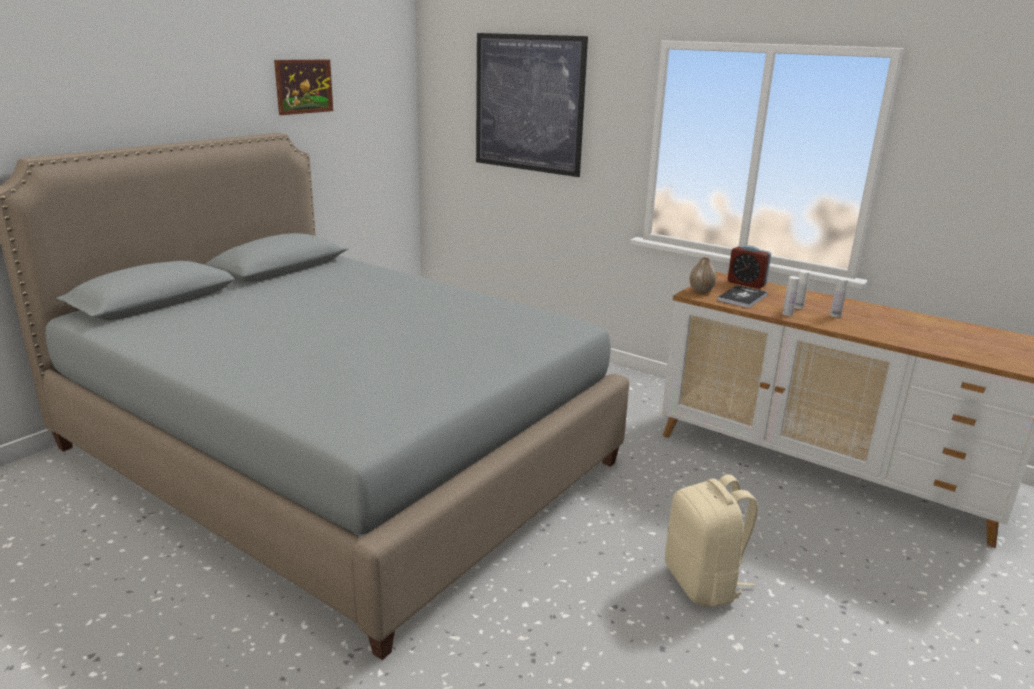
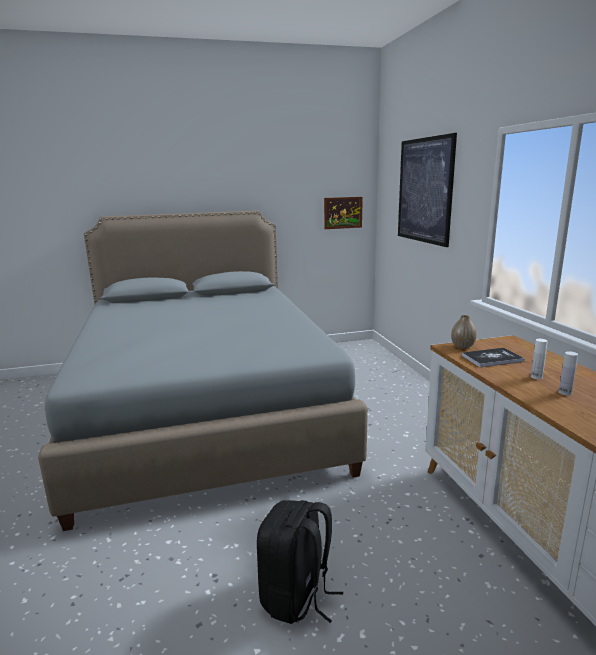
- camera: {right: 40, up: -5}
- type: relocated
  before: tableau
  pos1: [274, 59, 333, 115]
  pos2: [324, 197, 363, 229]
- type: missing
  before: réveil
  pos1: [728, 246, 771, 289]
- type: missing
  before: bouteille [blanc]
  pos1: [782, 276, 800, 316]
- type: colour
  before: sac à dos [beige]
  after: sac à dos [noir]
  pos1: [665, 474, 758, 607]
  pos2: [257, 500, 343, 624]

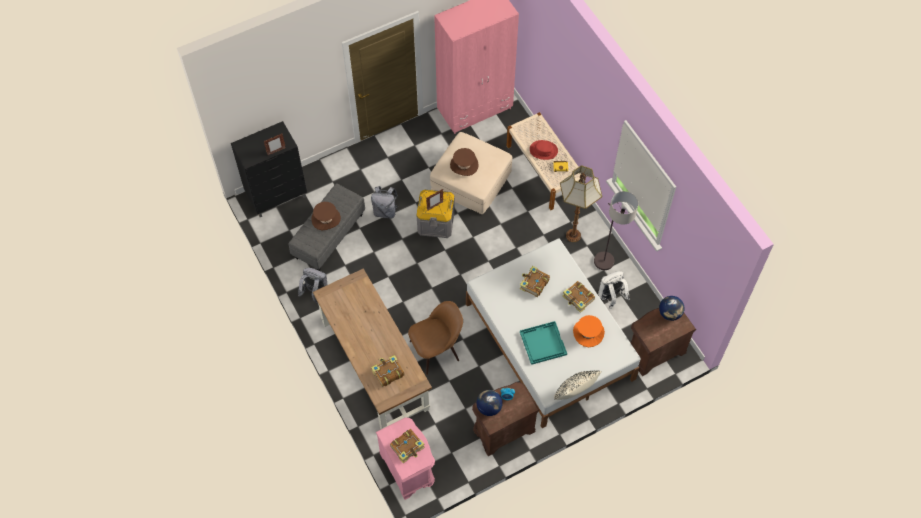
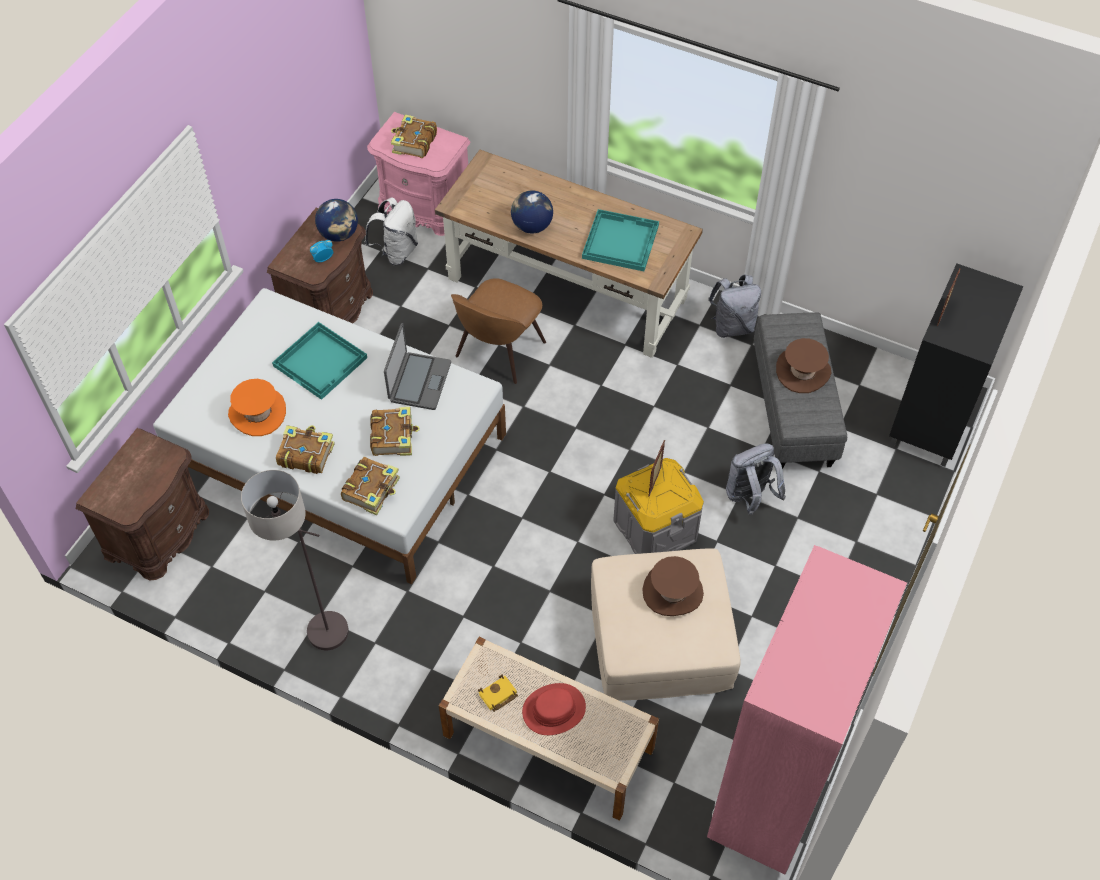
- camera: {right: 145, up: -5}
- type: missing
  before: lampadaire
  pos1: [560, 166, 602, 242]
- type: relocated
  before: sac à dos [blanc]
  pos1: [598, 271, 630, 309]
  pos2: [364, 198, 418, 265]
- type: relocated
  before: globe
  pos1: [659, 296, 684, 321]
  pos2: [511, 190, 553, 234]
- type: relocated
  before: livre
  pos1: [371, 355, 405, 387]
  pos2: [341, 457, 400, 515]
- type: missing
  before: coussin [beige]
  pos1: [554, 371, 602, 400]
- type: appeared
  after: plateau [turquoise]
  pos2: [582, 209, 659, 271]
- type: appeared
  after: ordinateur portable
  pos2: [384, 323, 451, 410]

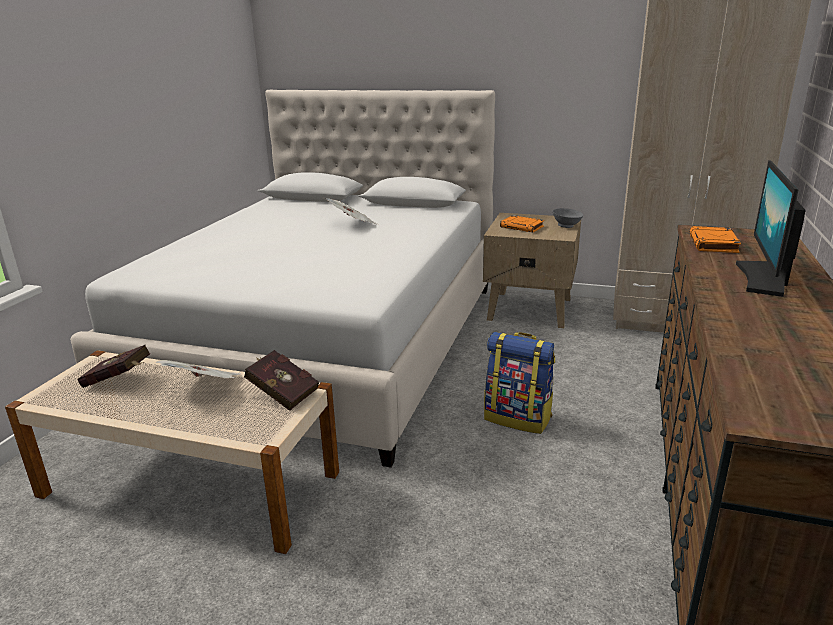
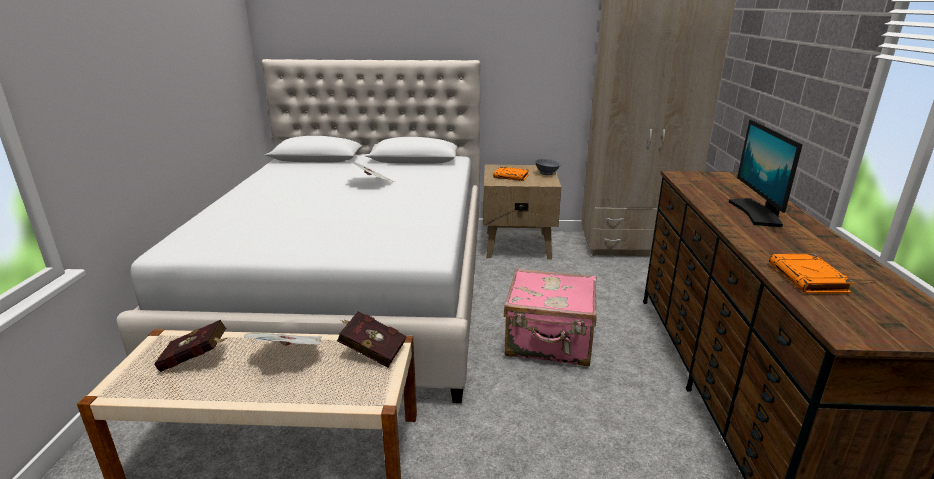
- camera: {right: -15, up: 0}
- type: relocated
  before: livre [orange]
  pos1: [690, 226, 741, 253]
  pos2: [769, 254, 854, 294]
- type: exchanged
  before: sac à dos
  after: valise [rose]
  pos1: [484, 332, 555, 434]
  pos2: [504, 268, 597, 366]

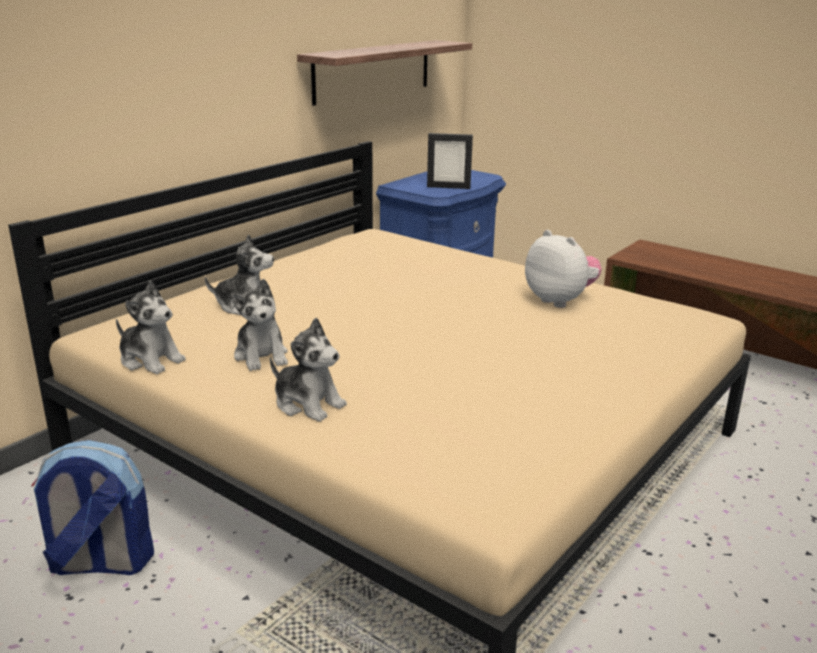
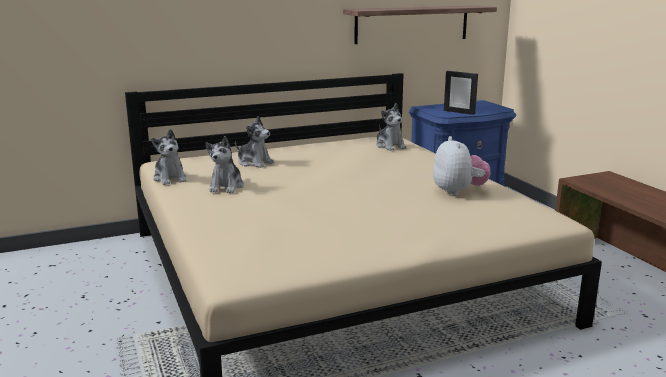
- camera: {right: 30, up: -5}
- type: relocated
  before: peluche
  pos1: [270, 318, 347, 422]
  pos2: [376, 103, 407, 151]
- type: missing
  before: sac à dos
  pos1: [31, 440, 154, 575]

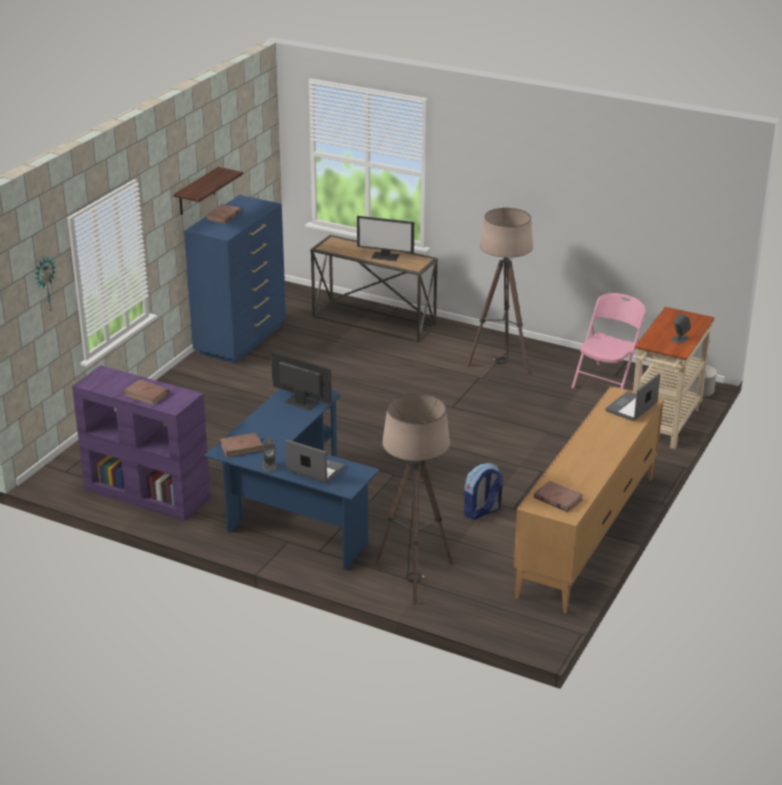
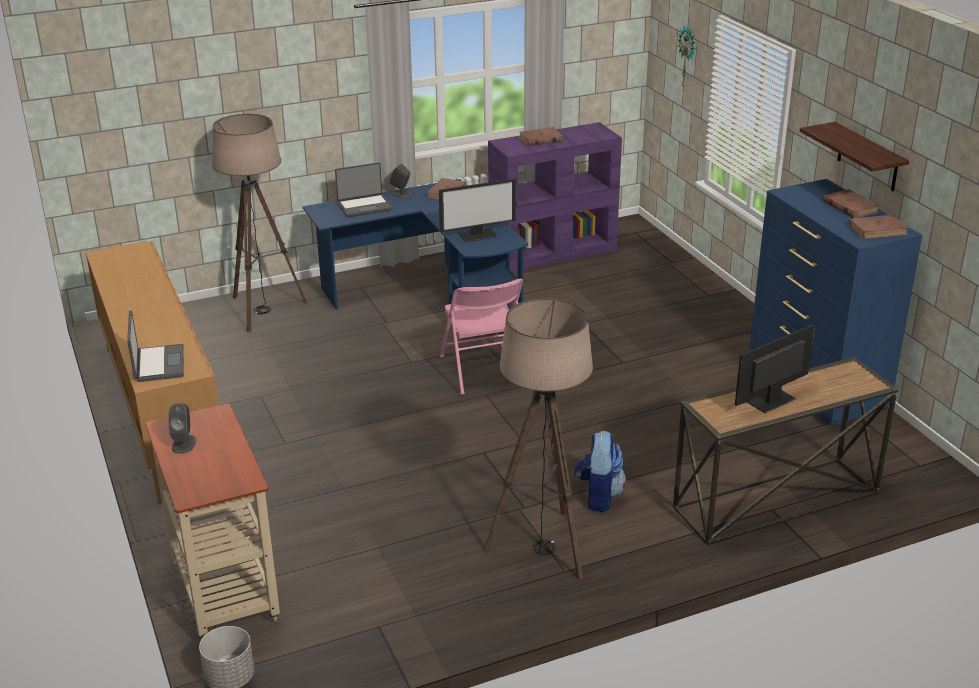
- camera: {right: 130, up: 0}
- type: relocated
  before: chaise [rose]
  pos1: [571, 293, 645, 389]
  pos2: [440, 279, 523, 395]
- type: relocated
  before: sac à dos
  pos1: [464, 463, 503, 520]
  pos2: [574, 431, 626, 512]
- type: relocated
  before: livre [marron]
  pos1: [534, 481, 583, 512]
  pos2: [848, 215, 909, 239]

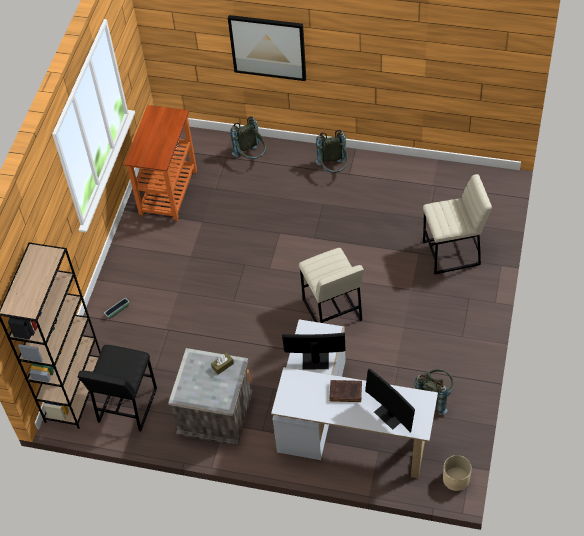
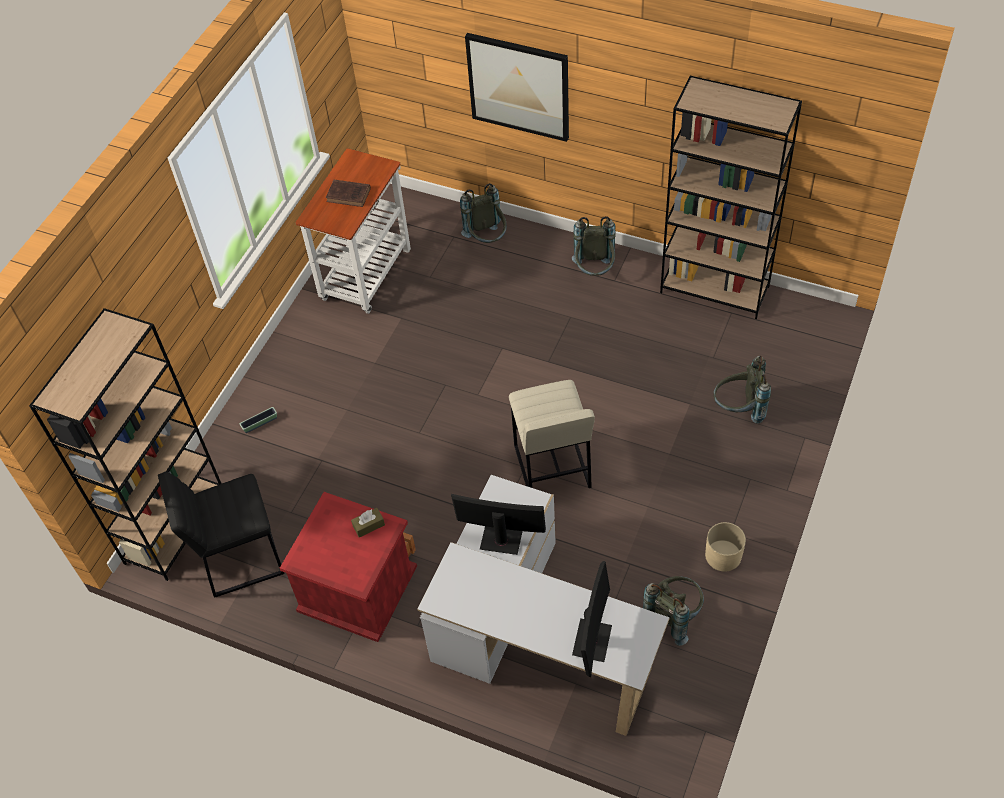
- camera: {right: 10, up: 0}
- type: colour
  before: chariot [orange]
  after: chariot [blanc]
  pos1: [124, 105, 197, 222]
  pos2: [296, 148, 411, 314]
- type: exchanged
  before: chaise [beige]
  after: sac à dos [gris]
  pos1: [423, 174, 492, 274]
  pos2: [713, 356, 771, 423]
- type: spun
  before: chaise [noir]
  pos1: [77, 345, 157, 431]
  pos2: [158, 472, 285, 598]
  turn: 45
- type: colour
  before: table de chevet [gris]
  after: table de chevet [rouge]
  pos1: [168, 348, 253, 446]
  pos2: [280, 492, 417, 642]
- type: spun
  before: écran d'ordinateur
  pos1: [365, 369, 415, 432]
  pos2: [572, 561, 612, 677]
  turn: -135
- type: relocated
  before: livre [marron]
  pos1: [330, 380, 362, 402]
  pos2: [326, 180, 371, 207]
- type: relocated
  before: cache-pot [beige]
  pos1: [443, 455, 472, 491]
  pos2: [705, 522, 746, 571]
- type: appeared
  after: bibliothèque [beige]
  pos2: [660, 76, 802, 319]

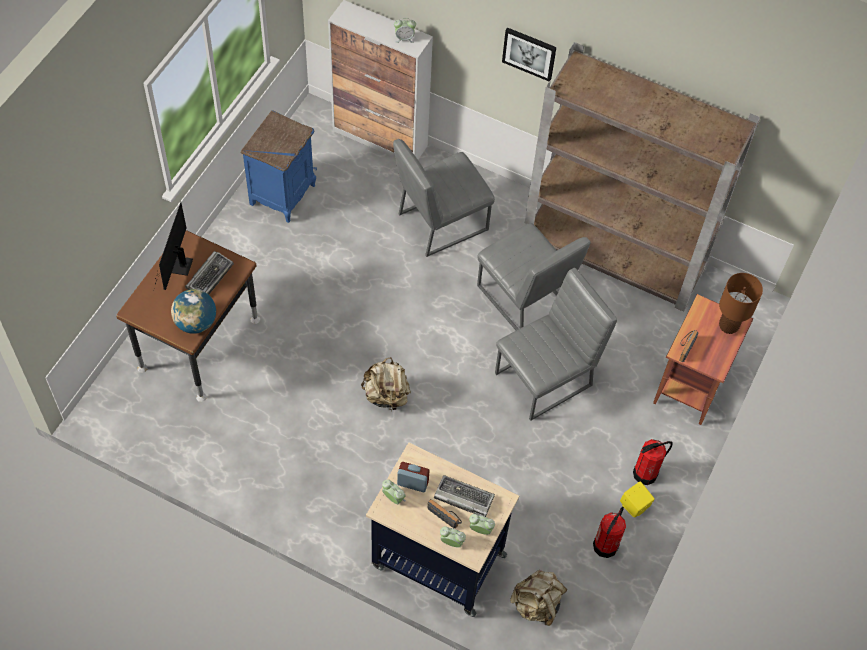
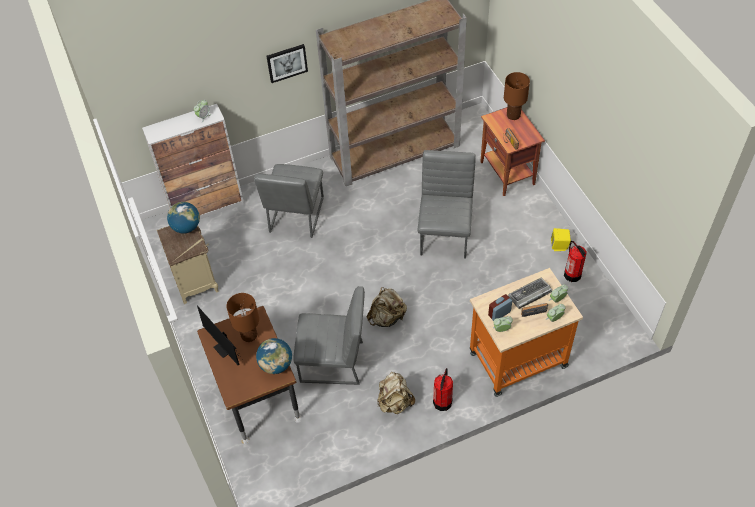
- camera: {right: -45, up: -5}
- type: colour
  before: table de chevet [bleu]
  after: table de chevet [beige]
  pos1: [241, 110, 317, 223]
  pos2: [157, 226, 219, 304]
- type: relocated
  before: chaise [gris]
  pos1: [477, 223, 591, 331]
  pos2: [293, 286, 365, 385]
- type: exchanged
  before: clavier
  after: lampe de table [marron]
  pos1: [185, 251, 234, 295]
  pos2: [226, 293, 259, 342]
- type: relocated
  before: extincteur
  pos1: [633, 439, 672, 485]
  pos2: [433, 368, 453, 411]
- type: colour
  before: chariot [bleu]
  after: chariot [orange]
  pos1: [366, 443, 519, 617]
  pos2: [470, 268, 583, 397]
- type: relocated
  before: sac à dos [beige]
  pos1: [510, 570, 567, 626]
  pos2: [377, 372, 415, 414]
- type: appeared
  after: globe
  pos2: [167, 202, 200, 233]

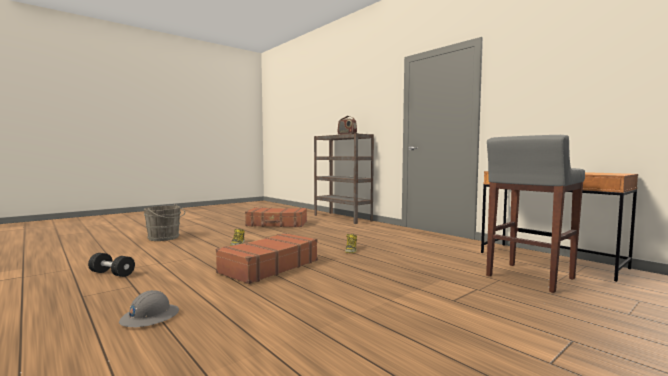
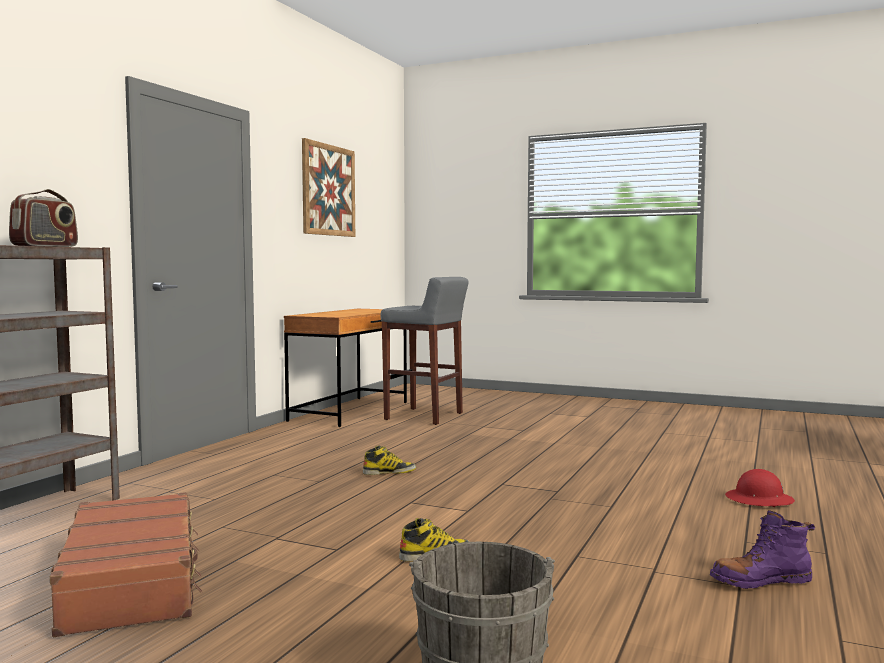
- camera: {right: -115, up: 0}
- type: missing
  before: valise [marron]
  pos1: [216, 233, 318, 284]
- type: exchanged
  before: haltère [noir]
  after: botte [violet]
  pos1: [88, 253, 135, 277]
  pos2: [710, 510, 815, 589]
- type: colour
  before: casque de chantier [gris]
  after: casque de chantier [rouge]
  pos1: [119, 290, 179, 327]
  pos2: [725, 469, 795, 507]
- type: appeared
  after: tableau
  pos2: [302, 138, 355, 237]

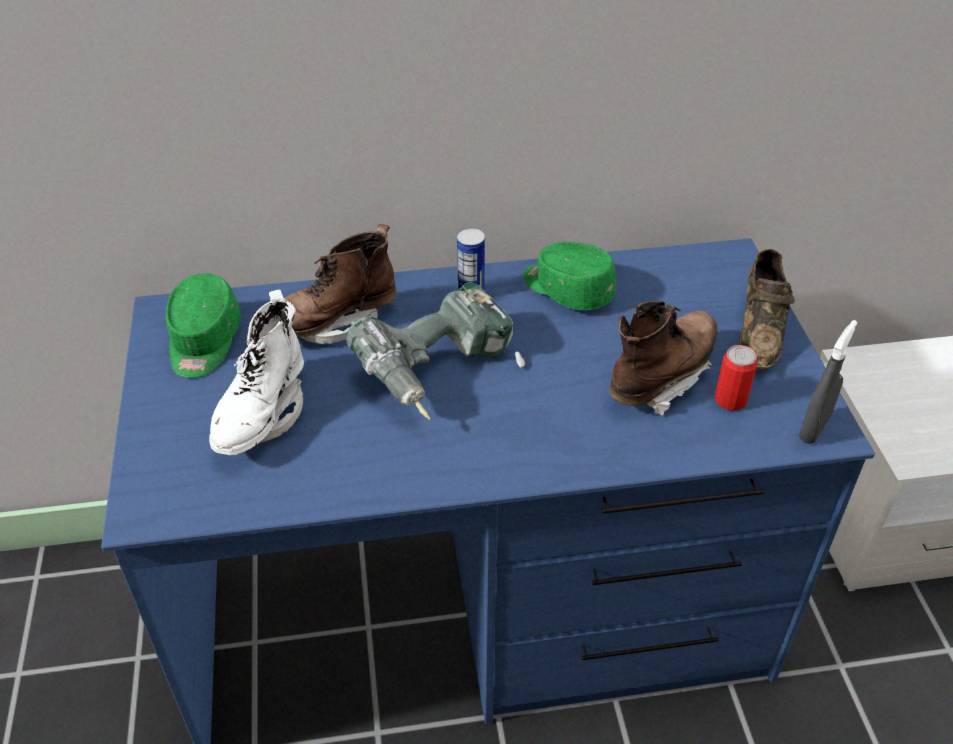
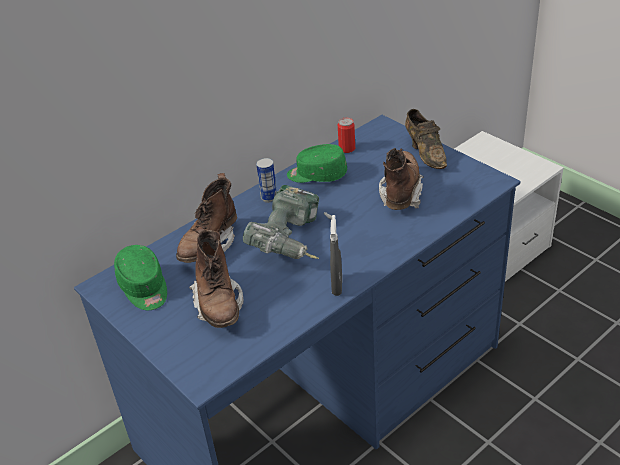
- camera: {right: -30, up: -5}
- type: colour
  before: botte [blanc]
  after: botte [marron]
  pos1: [209, 290, 304, 455]
  pos2: [189, 226, 243, 328]
- type: relocated
  before: vaporisateur [gris]
  pos1: [799, 320, 858, 444]
  pos2: [330, 215, 342, 296]
- type: relocated
  before: boîte métallique
  pos1: [715, 345, 757, 411]
  pos2: [338, 118, 355, 153]

